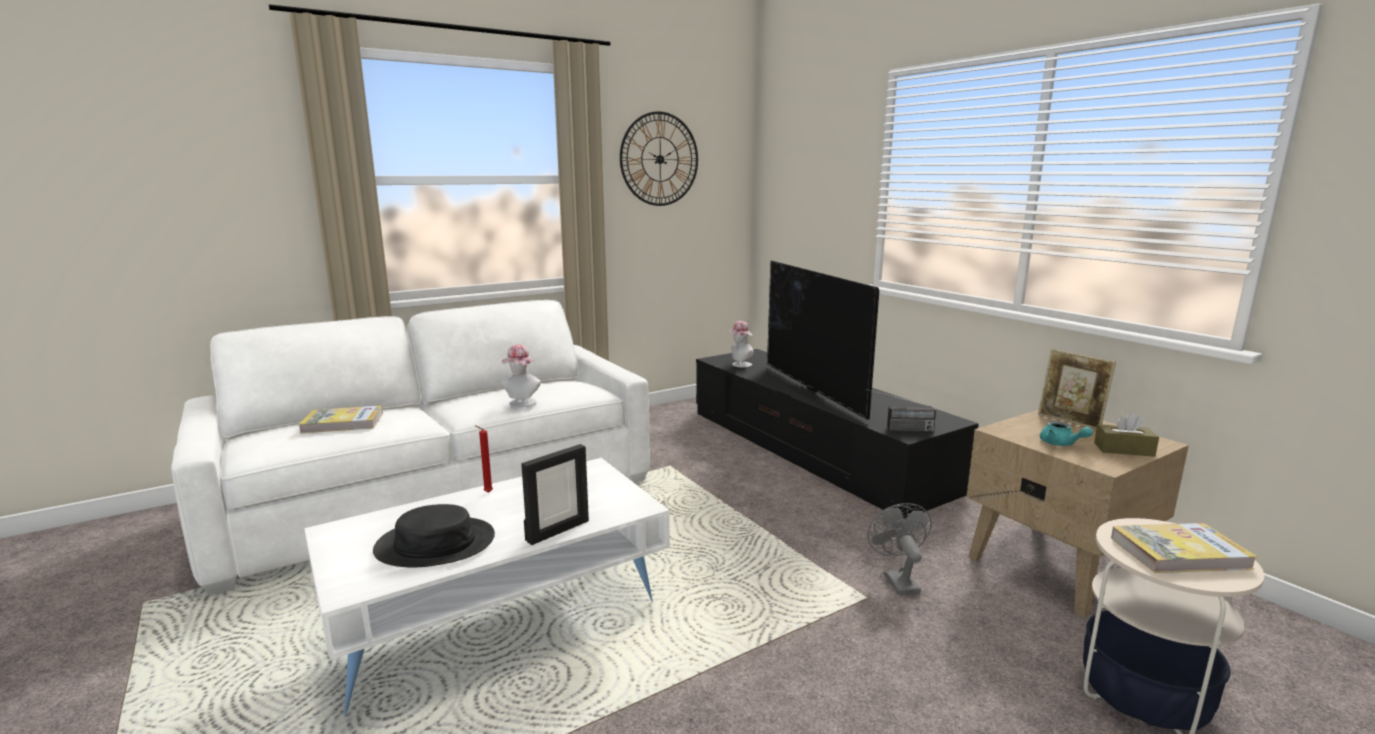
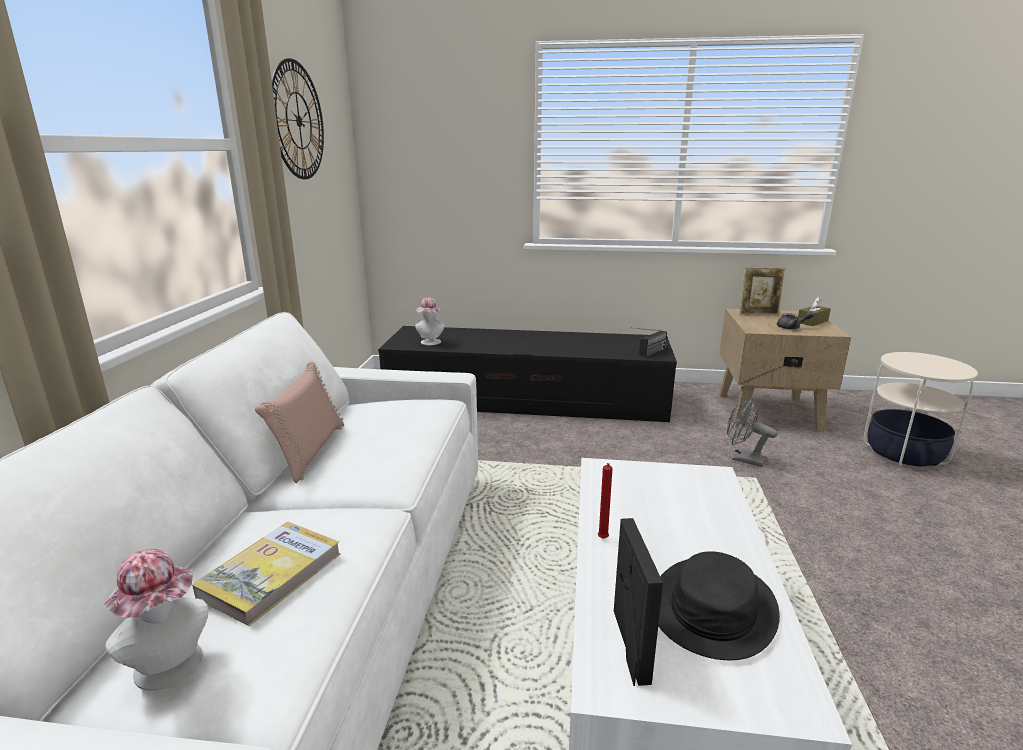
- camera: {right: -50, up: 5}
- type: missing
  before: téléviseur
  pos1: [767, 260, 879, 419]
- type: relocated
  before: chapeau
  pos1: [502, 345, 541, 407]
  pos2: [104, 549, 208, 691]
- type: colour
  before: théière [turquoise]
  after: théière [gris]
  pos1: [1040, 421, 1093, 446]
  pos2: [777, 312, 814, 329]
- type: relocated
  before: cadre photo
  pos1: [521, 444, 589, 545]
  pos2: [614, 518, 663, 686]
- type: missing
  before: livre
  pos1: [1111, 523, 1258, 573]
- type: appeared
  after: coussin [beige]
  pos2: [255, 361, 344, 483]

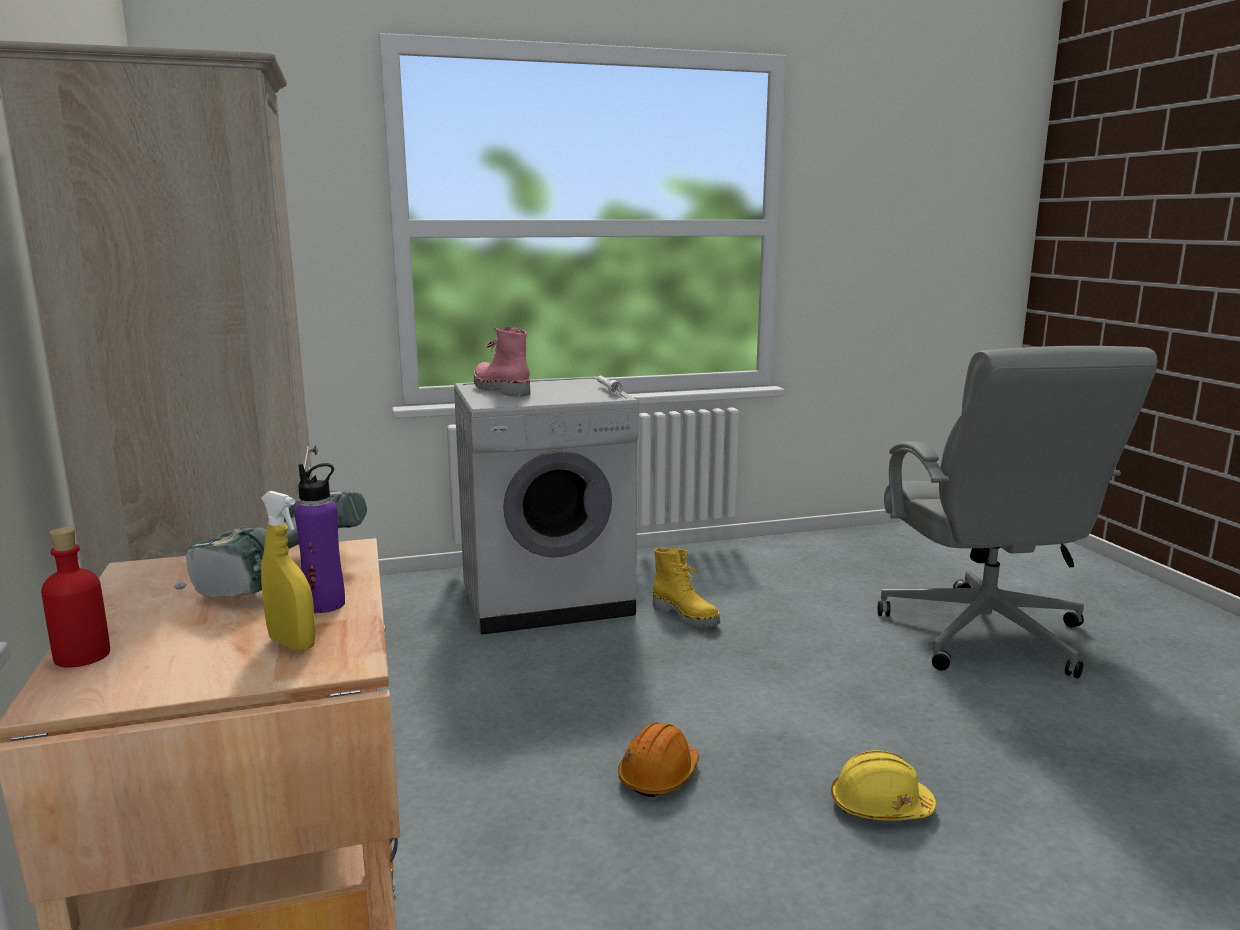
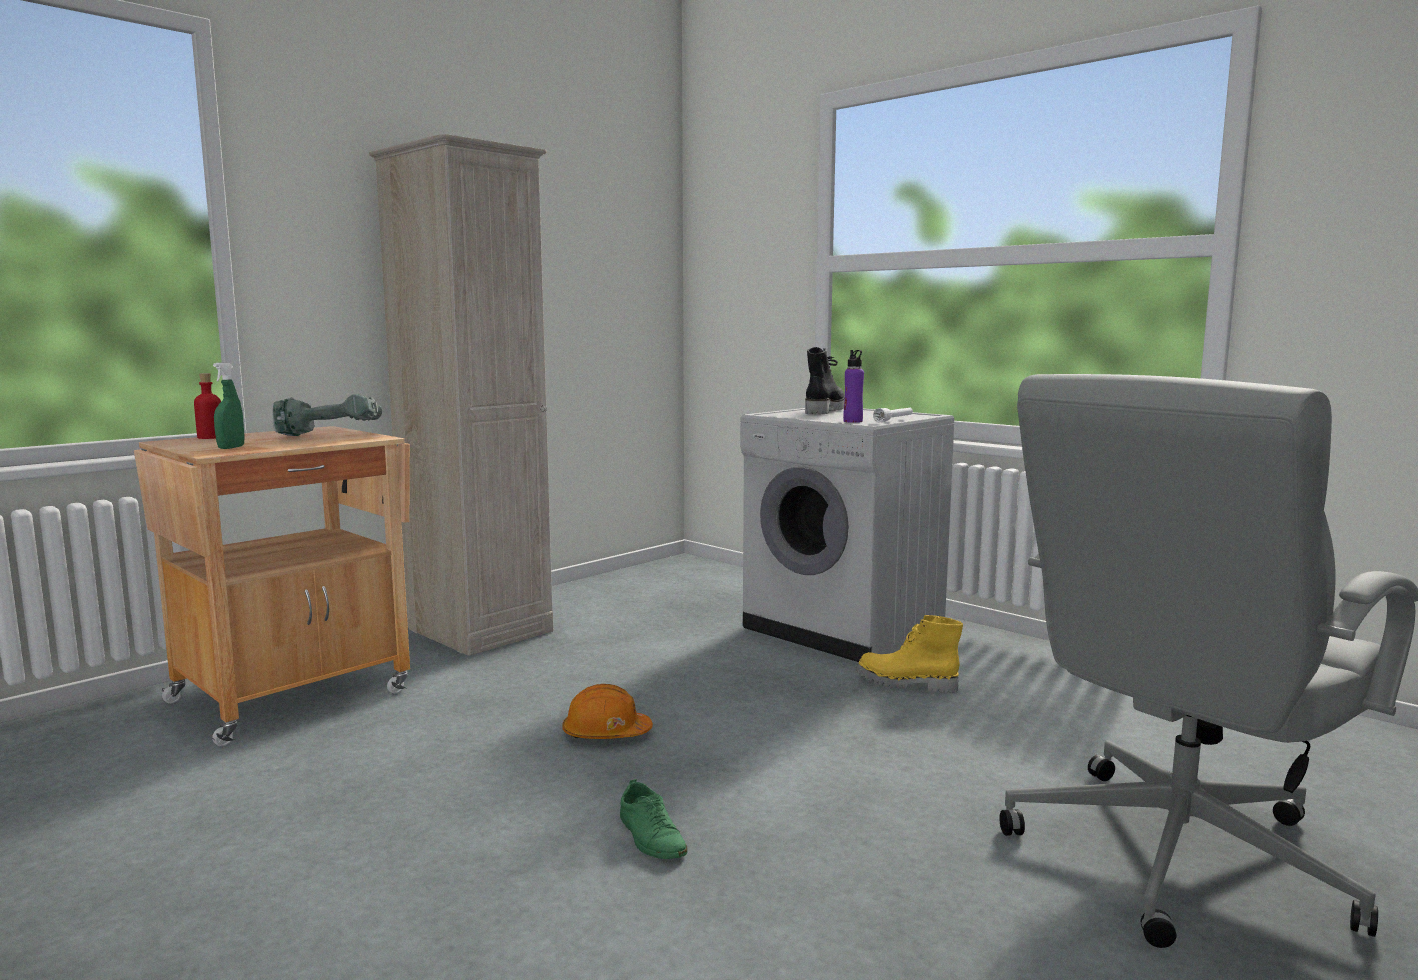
- camera: {right: 60, up: -5}
- type: colour
  before: botte [rose]
  after: botte [noir]
  pos1: [474, 326, 530, 397]
  pos2: [805, 347, 845, 414]
- type: relocated
  before: bouteille [violet]
  pos1: [294, 463, 345, 613]
  pos2: [843, 350, 864, 423]
- type: colour
  before: vaporisateur [jaune]
  after: vaporisateur [vert]
  pos1: [261, 491, 315, 651]
  pos2: [213, 362, 245, 449]
- type: spun
  before: botte [jaune]
  pos1: [653, 548, 720, 628]
  pos2: [856, 615, 963, 693]
  turn: 90
- type: exchanged
  before: casque de chantier [jaune]
  after: chaussure [vert]
  pos1: [831, 750, 937, 821]
  pos2: [620, 779, 687, 859]

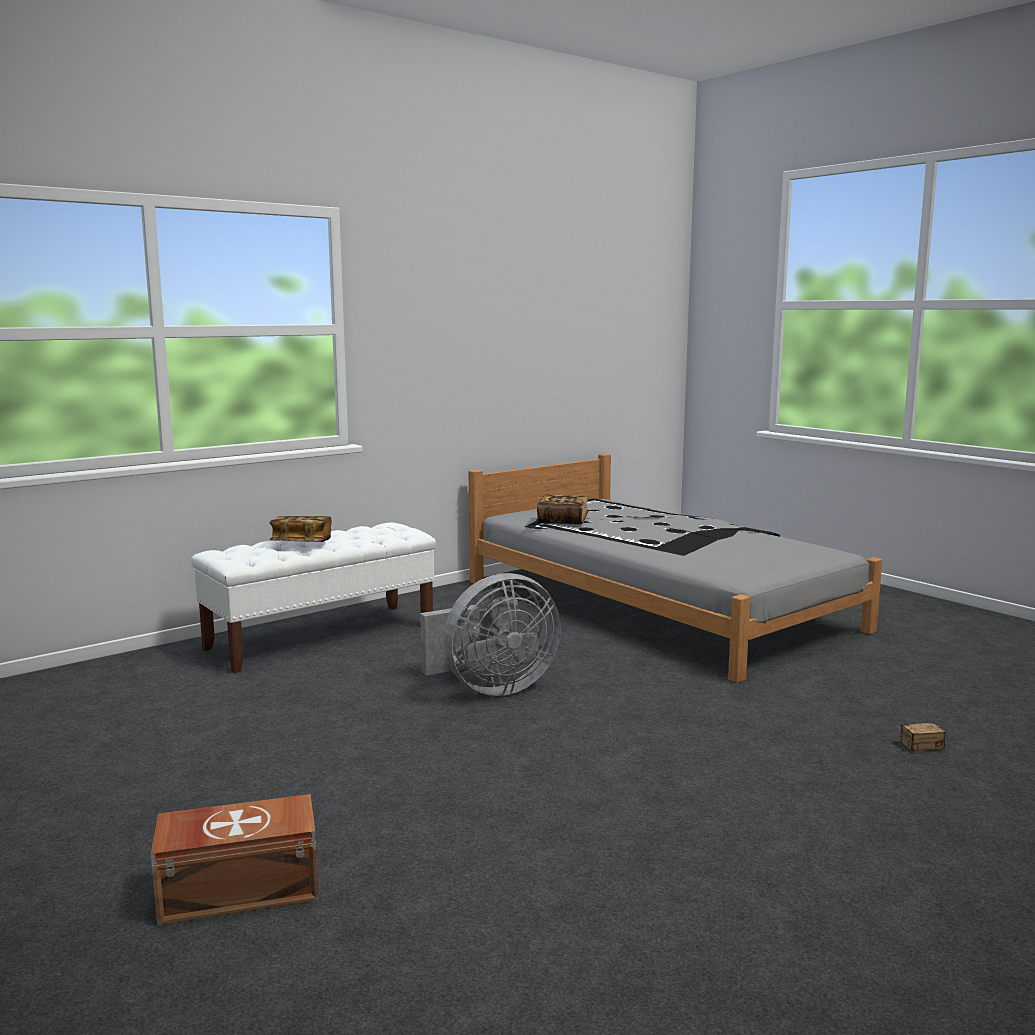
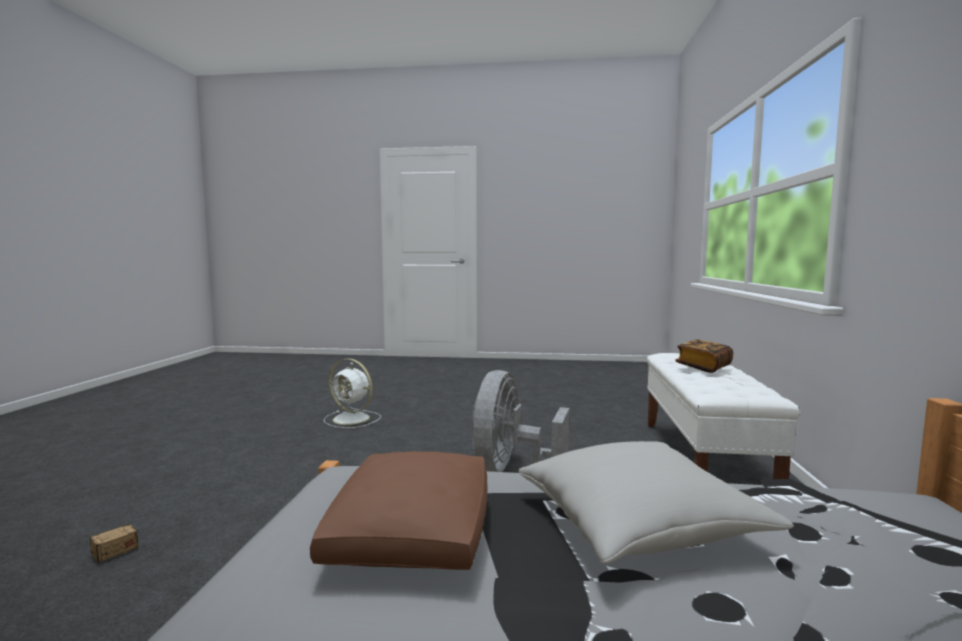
- camera: {right: 135, up: -5}
- type: missing
  before: livre
  pos1: [537, 494, 589, 524]
- type: missing
  before: boîte de rangement [marron]
  pos1: [151, 794, 319, 925]
- type: appeared
  after: ventilateur [blanc]
  pos2: [324, 358, 381, 428]
- type: appeared
  after: coussin [gris]
  pos2: [519, 441, 794, 564]
- type: appeared
  after: coussin [marron]
  pos2: [310, 451, 487, 570]

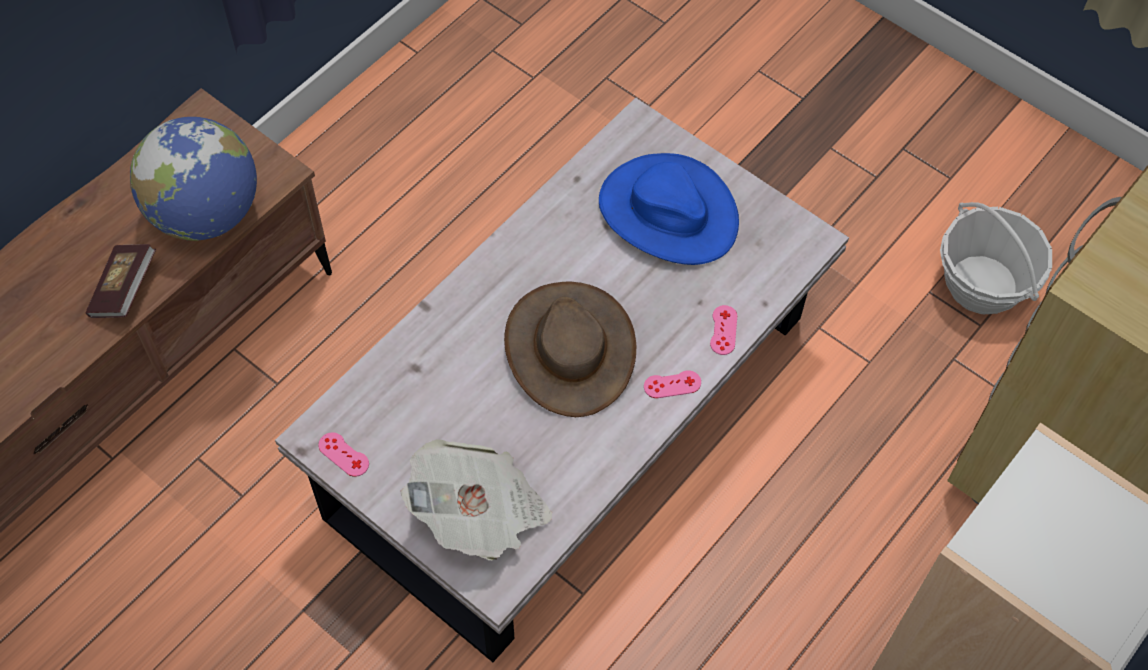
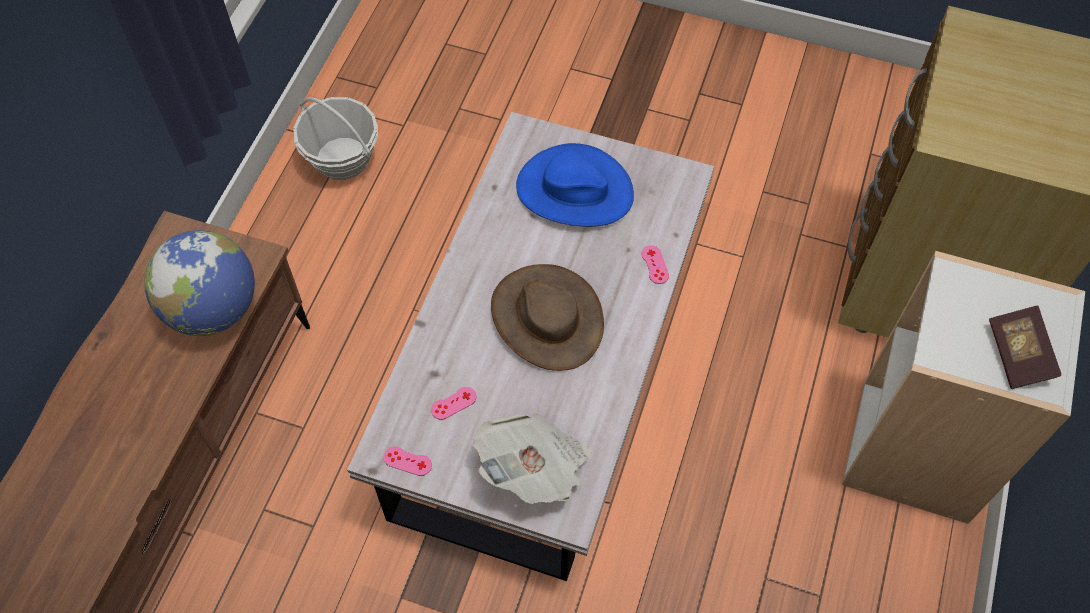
- camera: {right: -20, up: 0}
- type: relocated
  before: panier
  pos1: [940, 202, 1052, 315]
  pos2: [293, 97, 378, 180]
- type: relocated
  before: livre
  pos1: [86, 244, 156, 318]
  pos2: [989, 306, 1061, 389]
- type: relocated
  before: manette [rose]
  pos1: [644, 370, 701, 398]
  pos2: [431, 387, 477, 420]

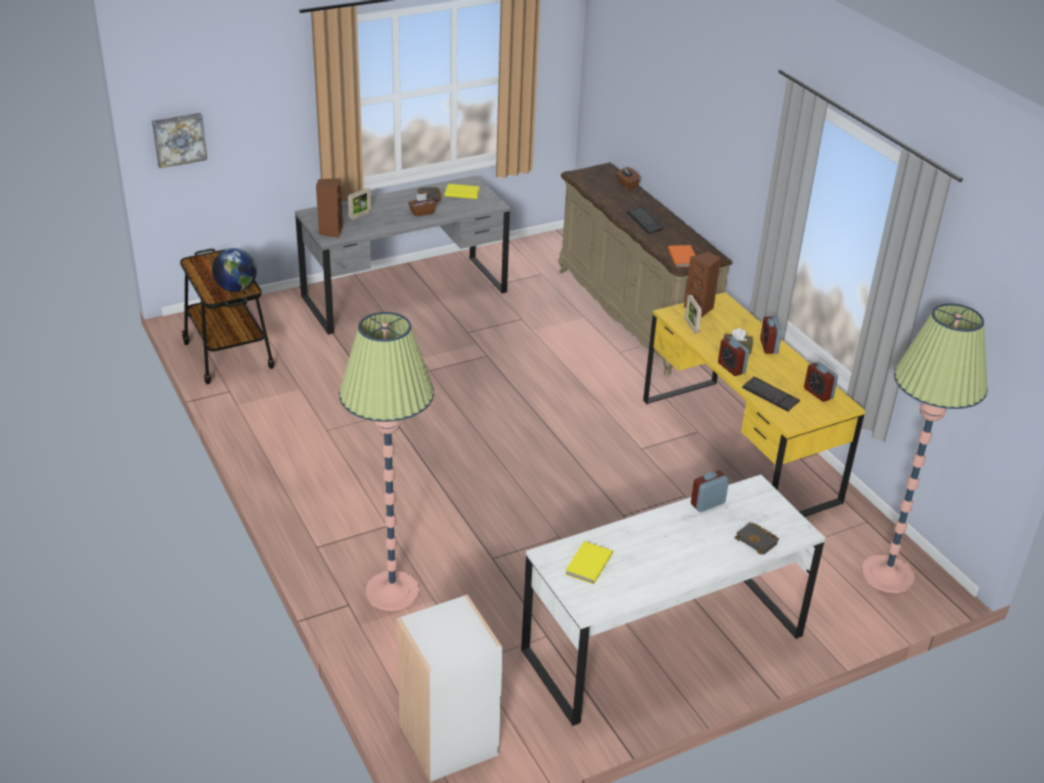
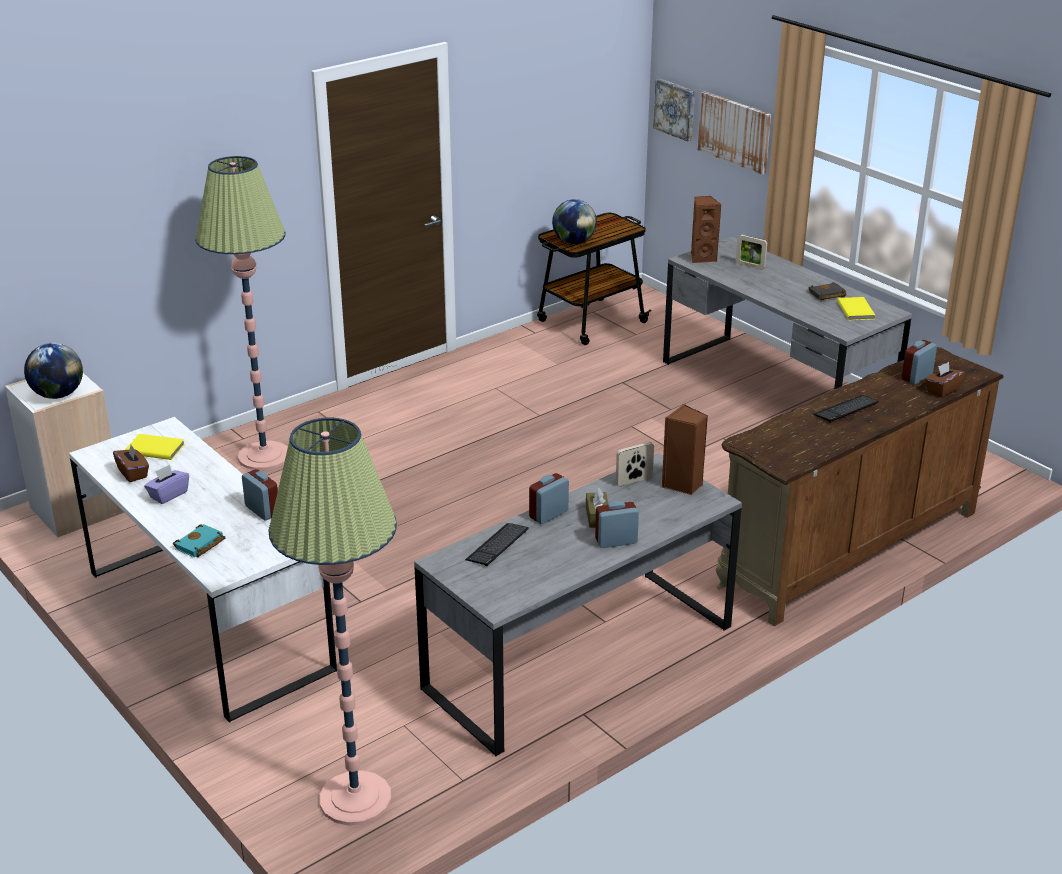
- camera: {right: 80, up: -5}
- type: relocated
  before: boîte à mouchoirs [marron]
  pos1: [408, 193, 437, 216]
  pos2: [113, 445, 149, 482]
- type: missing
  before: livre [orange]
  pos1: [668, 245, 695, 267]
- type: colour
  before: bureau [jaune]
  after: bureau [gris]
  pos1: [643, 292, 865, 517]
  pos2: [414, 453, 742, 756]
- type: relocated
  before: réveil
  pos1: [804, 361, 838, 402]
  pos2: [901, 340, 937, 384]
- type: colour
  before: livre [noir]
  after: livre [turquoise]
  pos1: [735, 523, 779, 555]
  pos2: [173, 524, 225, 557]
- type: appeared
  after: tableau
  pos2: [698, 91, 771, 175]
- type: appeared
  after: globe
  pos2: [24, 343, 83, 399]
- type: appeared
  after: boîte à mouchoirs [violet]
  pos2: [144, 465, 189, 504]

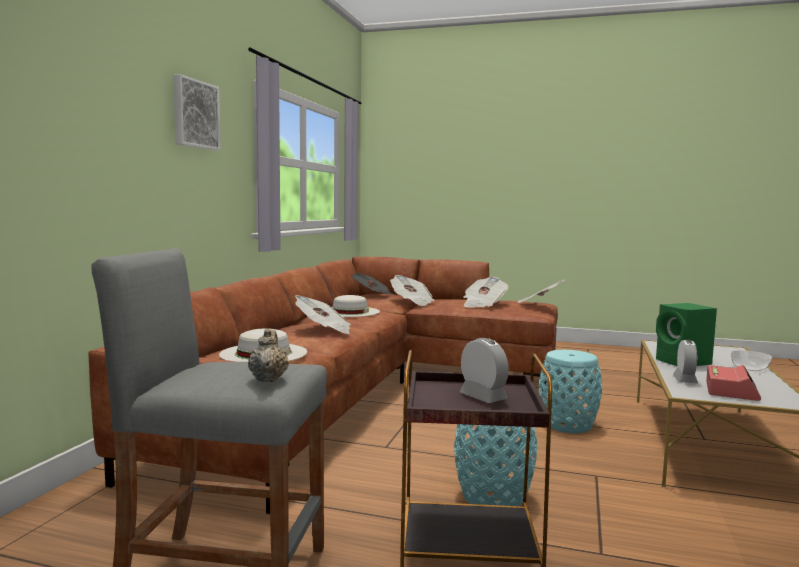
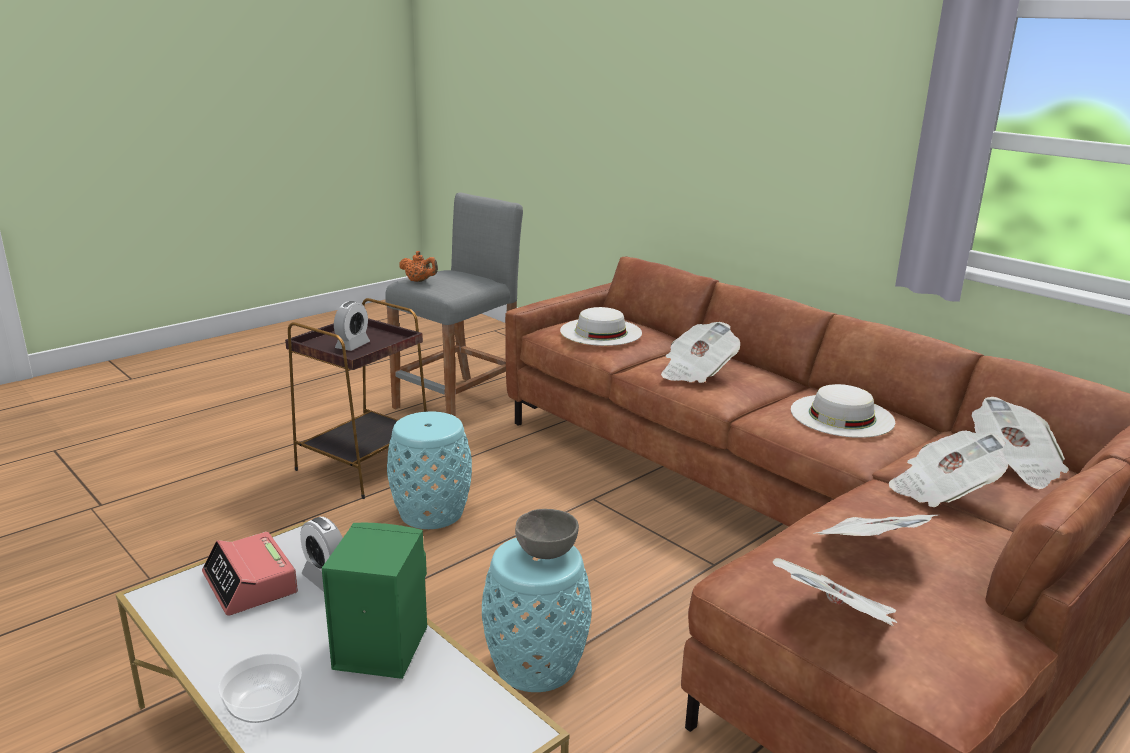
- camera: {right: 120, up: 15}
- type: missing
  before: tableau
  pos1: [173, 74, 221, 150]
- type: colour
  before: théière [beige]
  after: théière [orange]
  pos1: [248, 329, 289, 382]
  pos2: [399, 251, 438, 282]
- type: spun
  before: réveil
  pos1: [460, 338, 509, 403]
  pos2: [334, 301, 370, 351]
  turn: -60
- type: appeared
  after: bol [gris]
  pos2: [515, 509, 579, 559]

